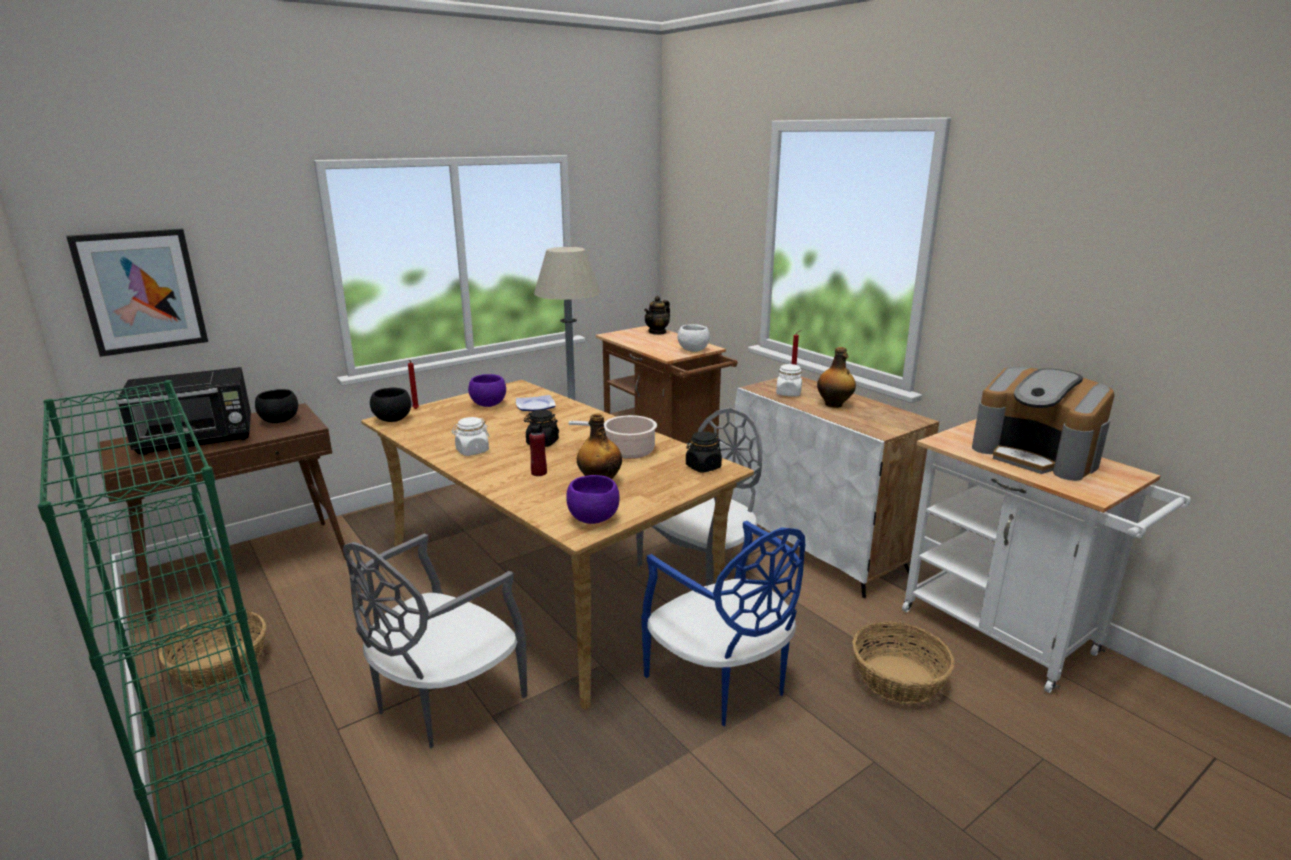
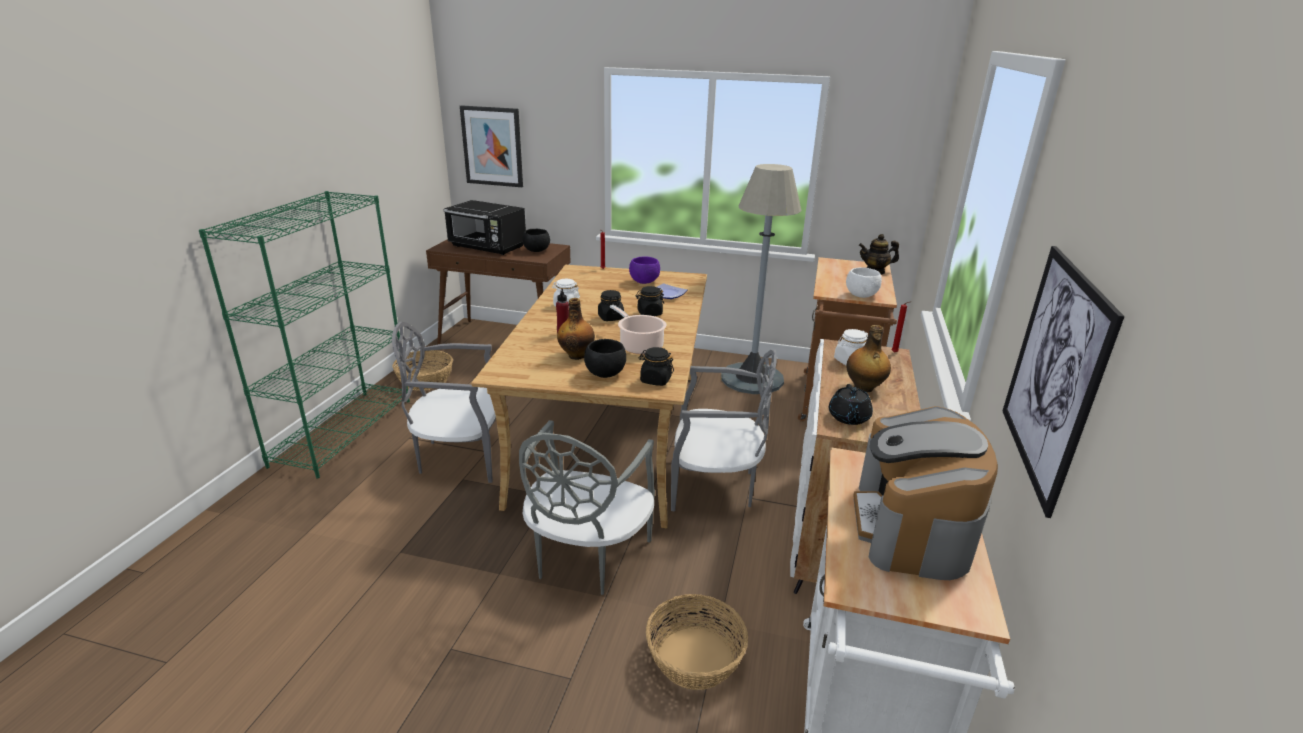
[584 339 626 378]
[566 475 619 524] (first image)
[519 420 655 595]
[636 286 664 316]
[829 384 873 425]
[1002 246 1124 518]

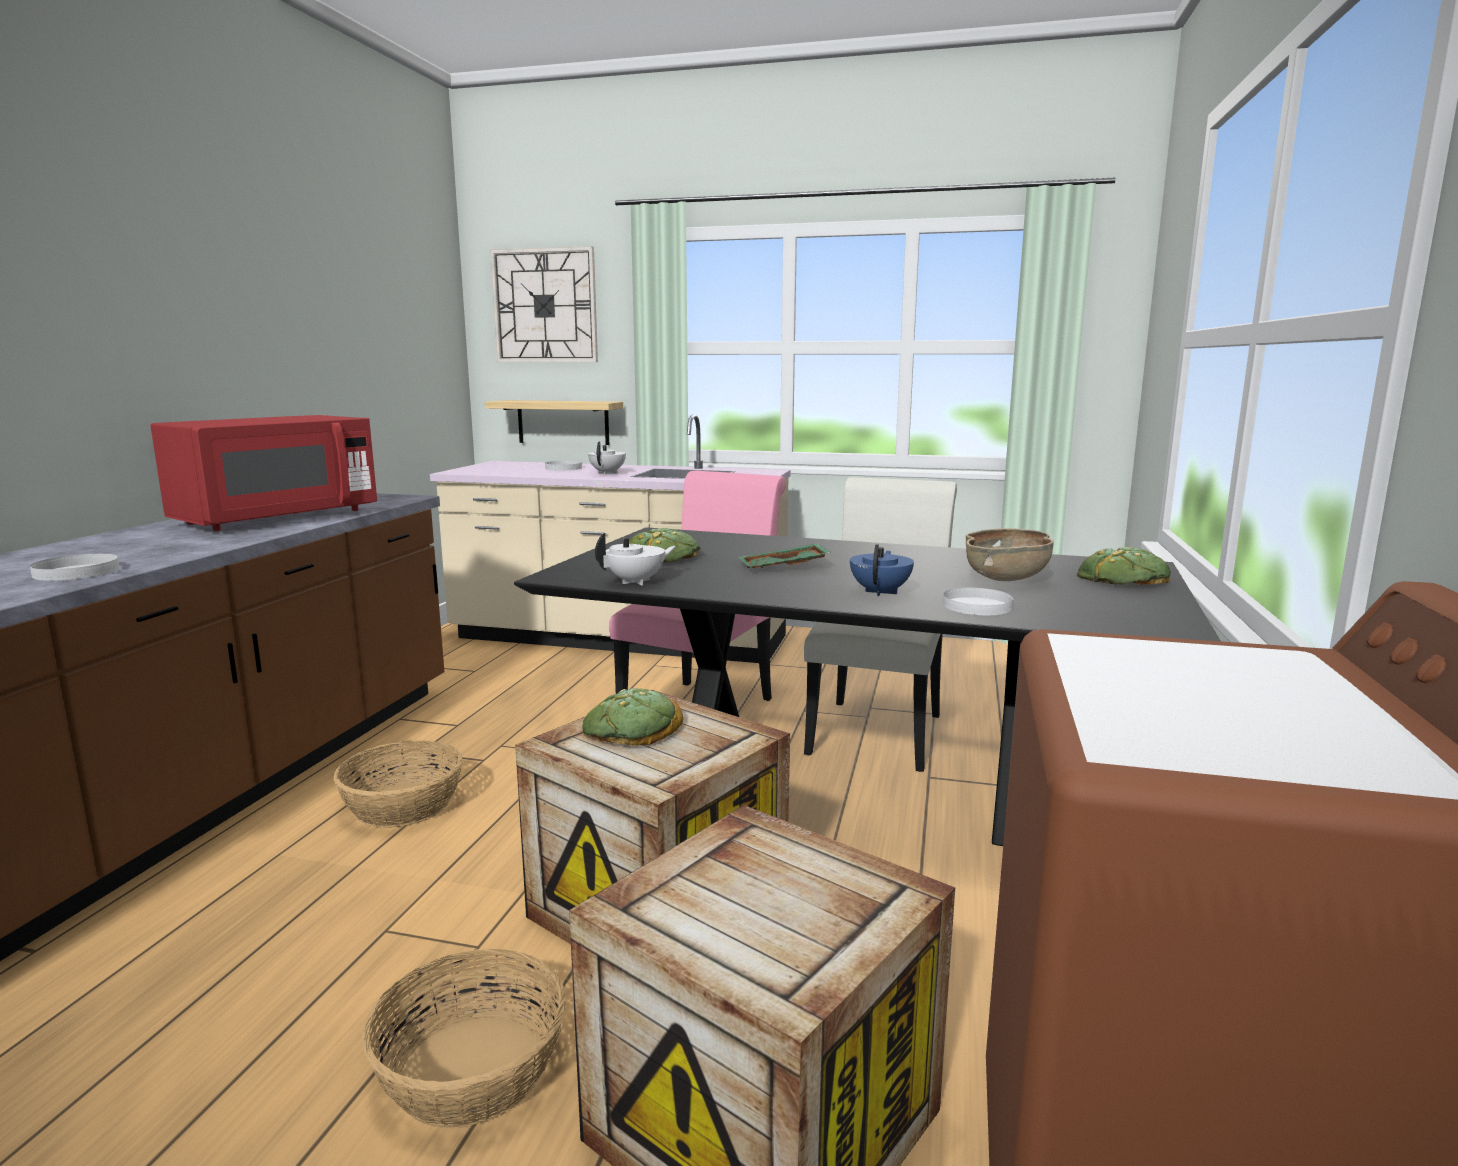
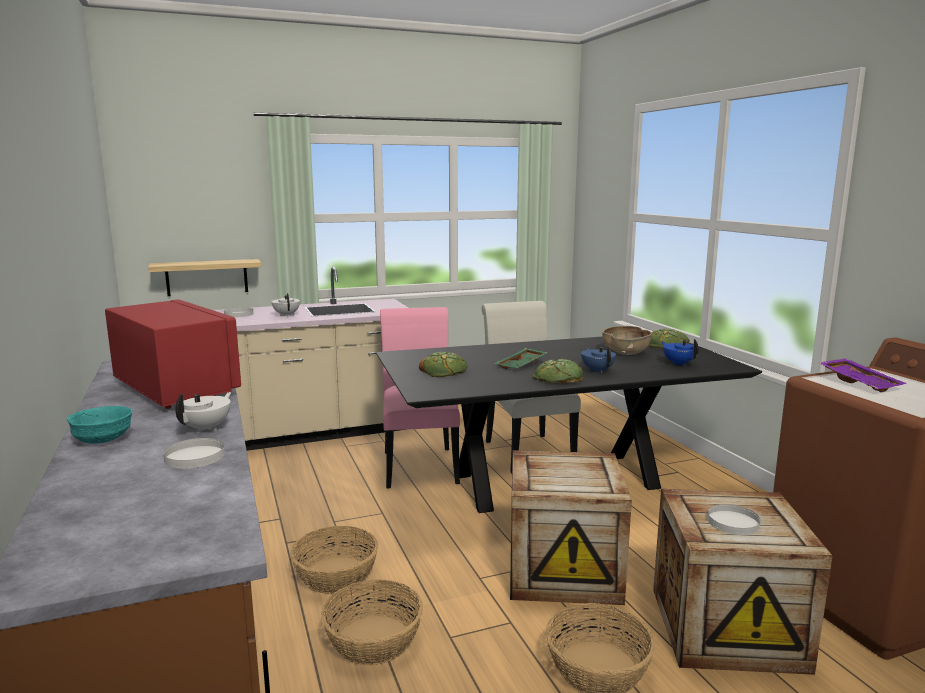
[105 299 241 409]
[490 246 598 362] (first image)
[532 359 583 383]
[175 392 232 433]
[707 504 760 535]
[67 406 133 444]
[321 579 423 665]
[661 339 699 366]
[820 358 906 392]

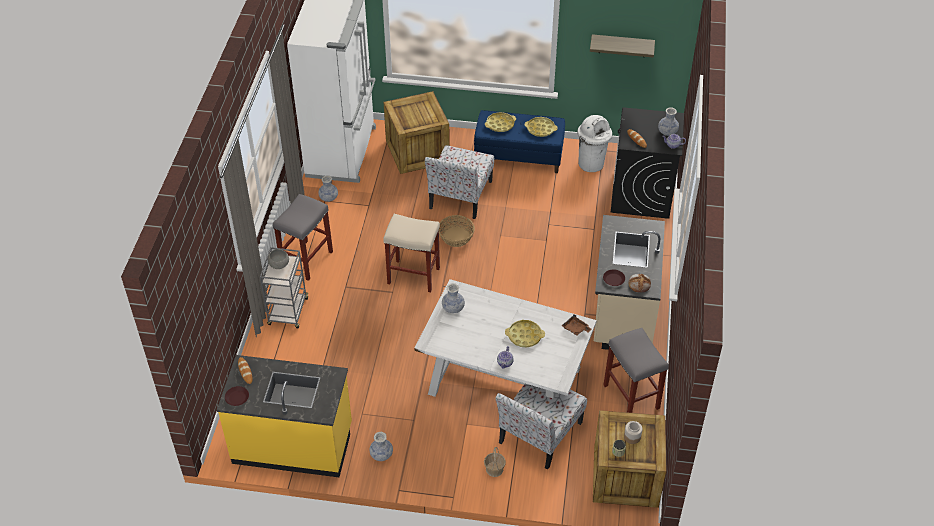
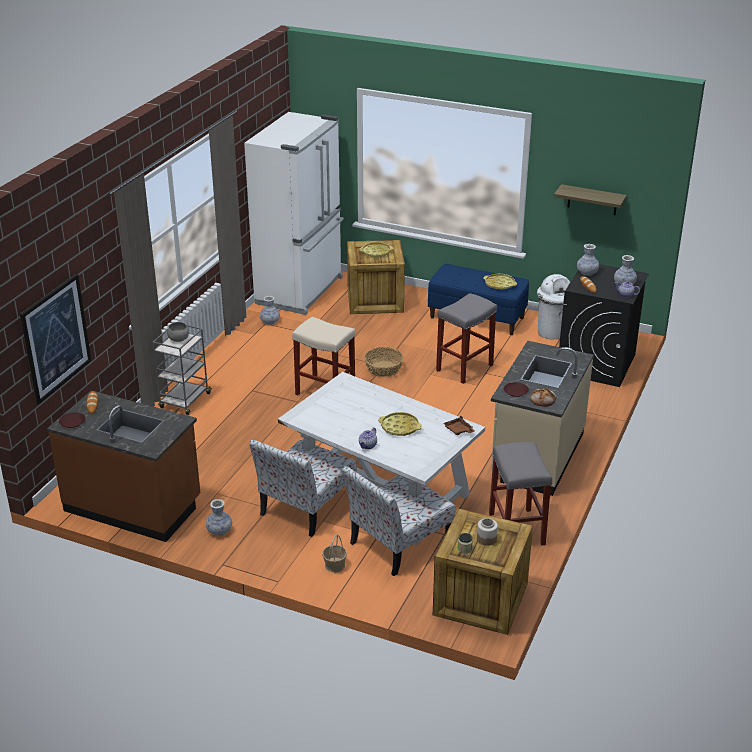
[47 390 200 542]
[436 293 497 384]
[249 439 357 537]
[577 244 599 276]
[359 242 393 257]
[20 274 91 404]

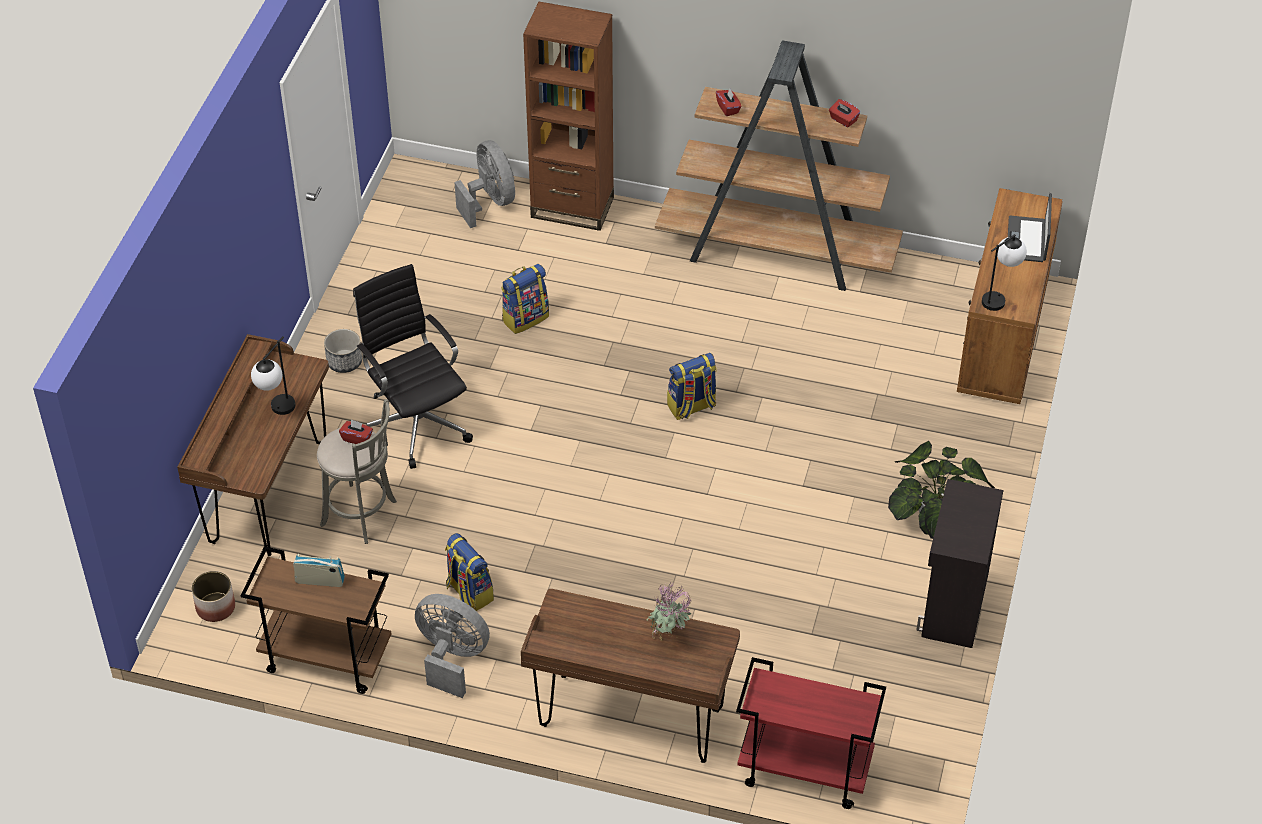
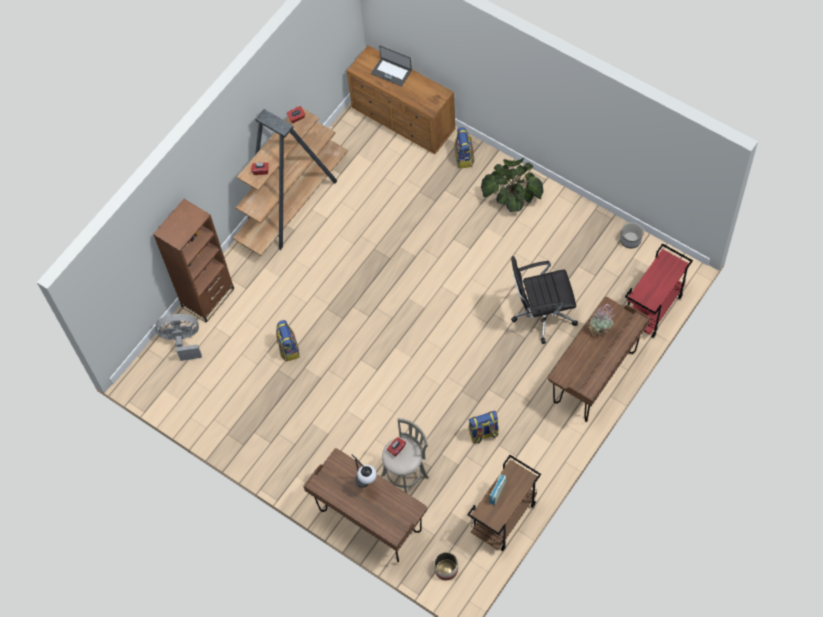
[620 222 643 249]
[511 256 578 344]
[415 594 490 698] (first image)
[454 127 475 168]
[916 479 1003 648] (first image)
[982 234 1027 311] (first image)

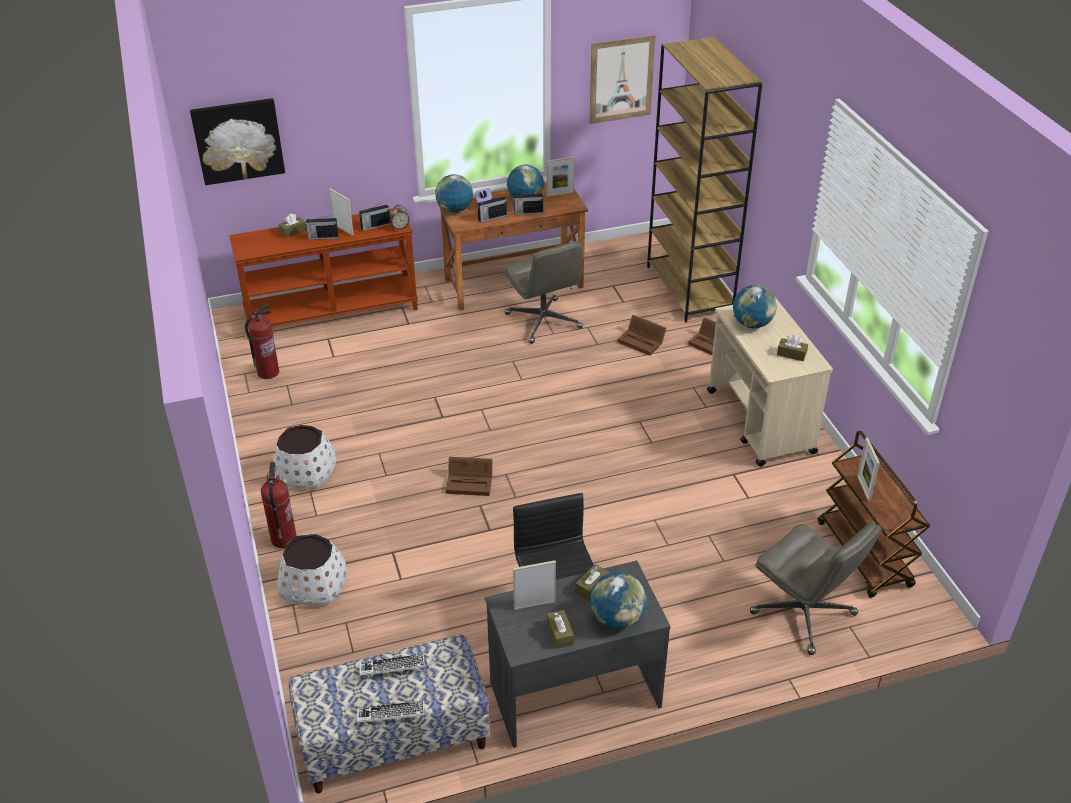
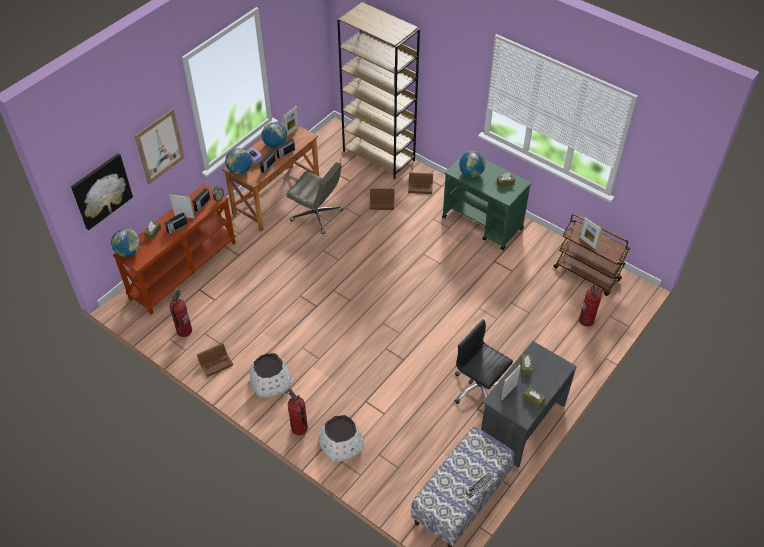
[359 654 425 678] (first image)
[197 343 233 377]
[135 109 185 184]
[111 229 141 257]
[442 151 531 250]
[579 283 602 327]

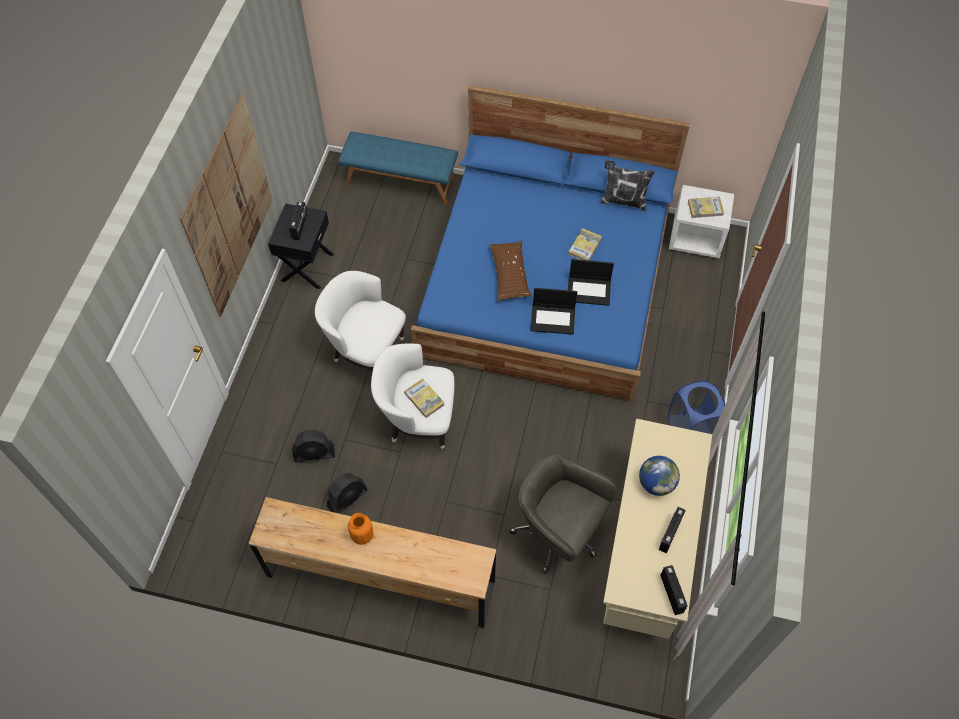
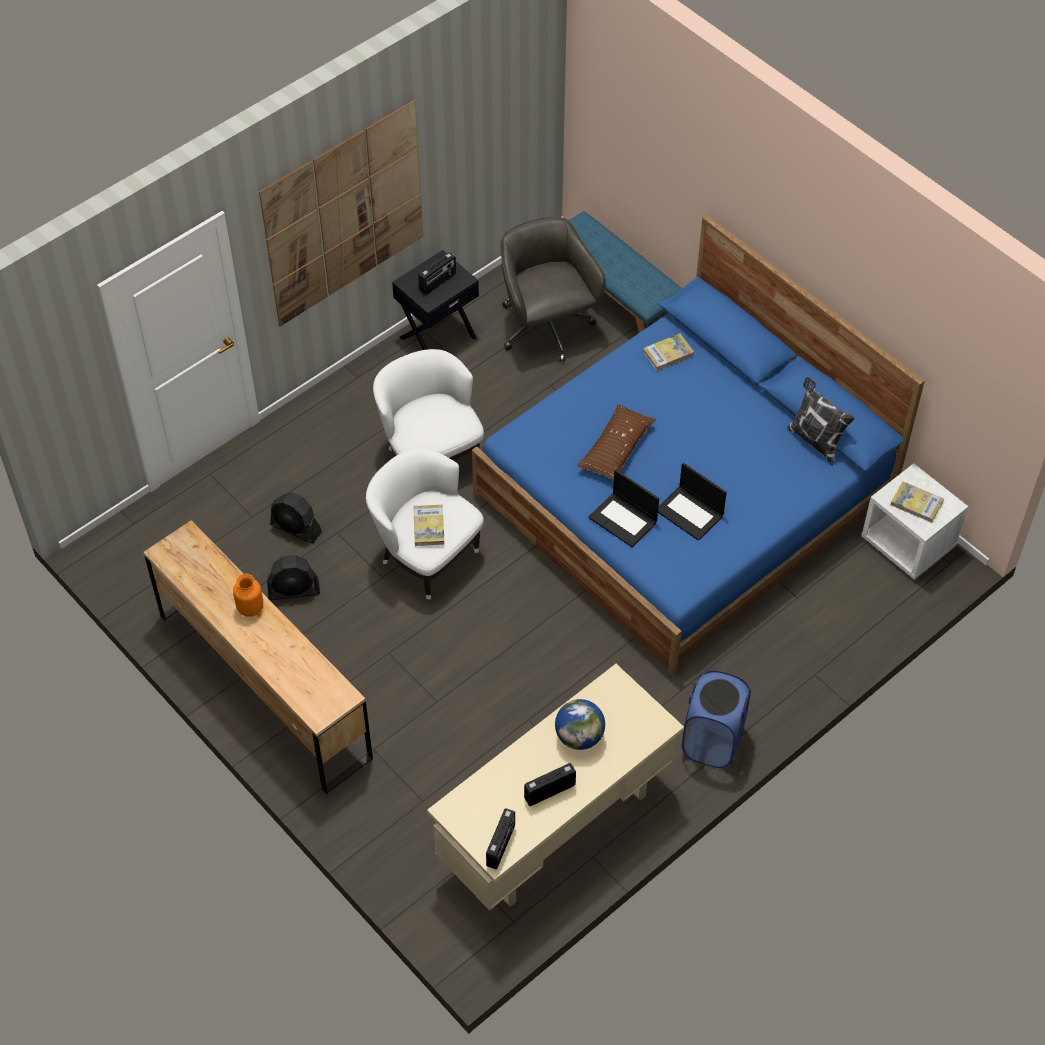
[500 216 606 362]
[643 333 694 371]

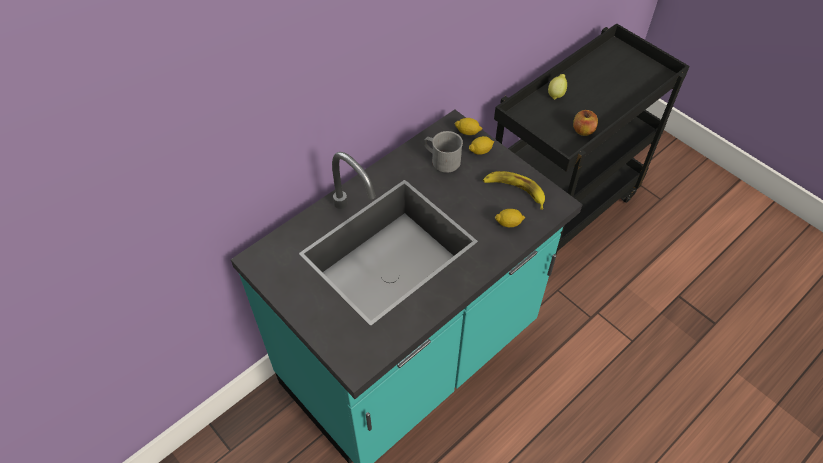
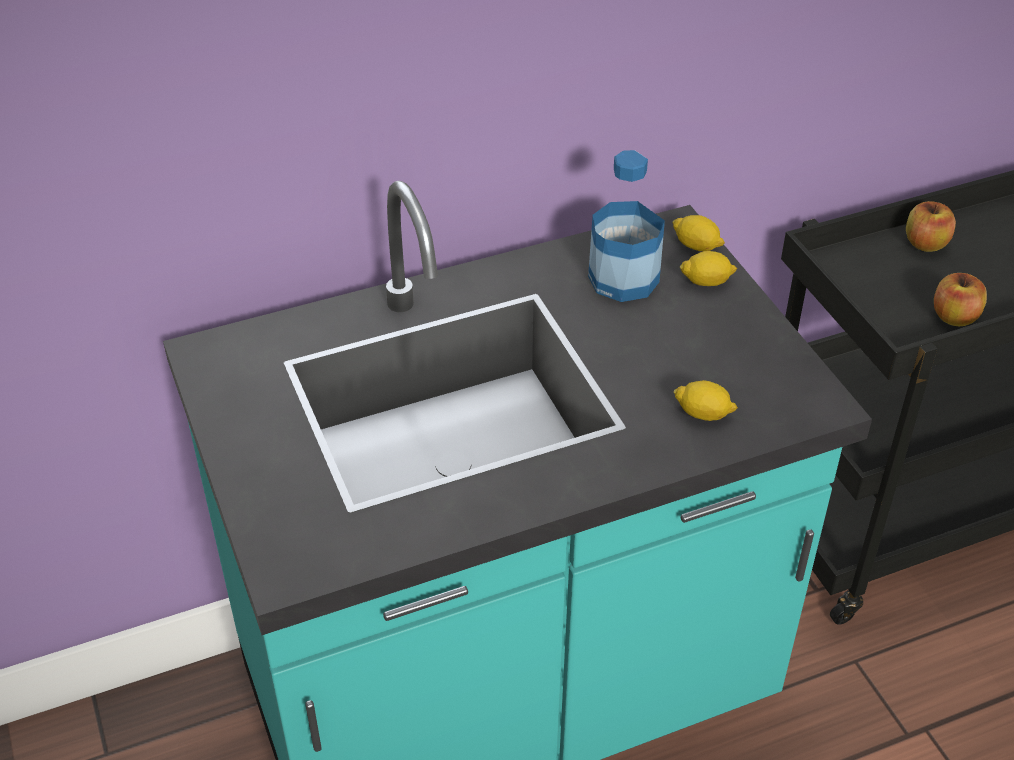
[588 150 665 302]
[483 171 545 210] (first image)
[906 201 956 252]

